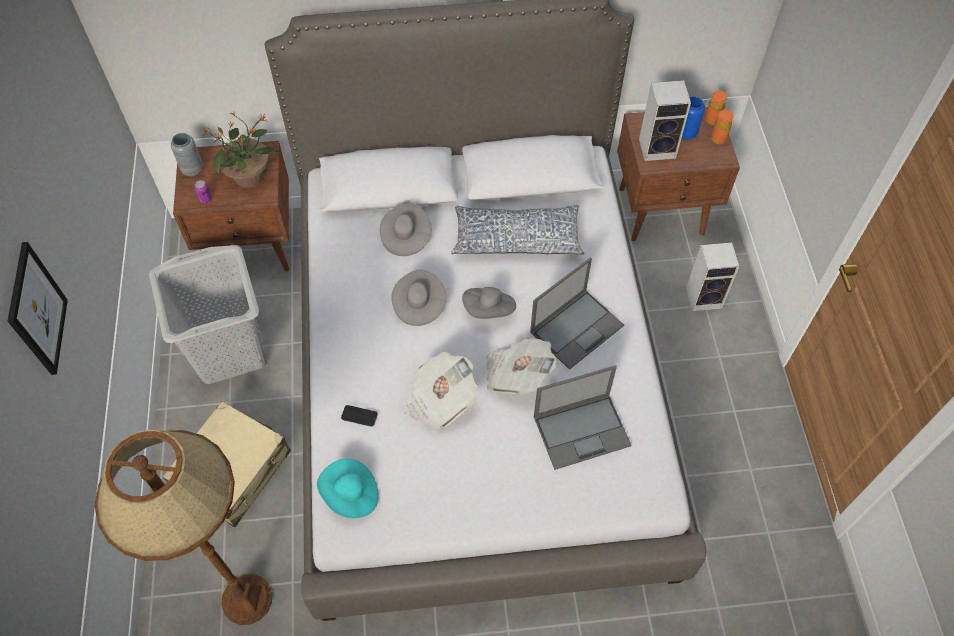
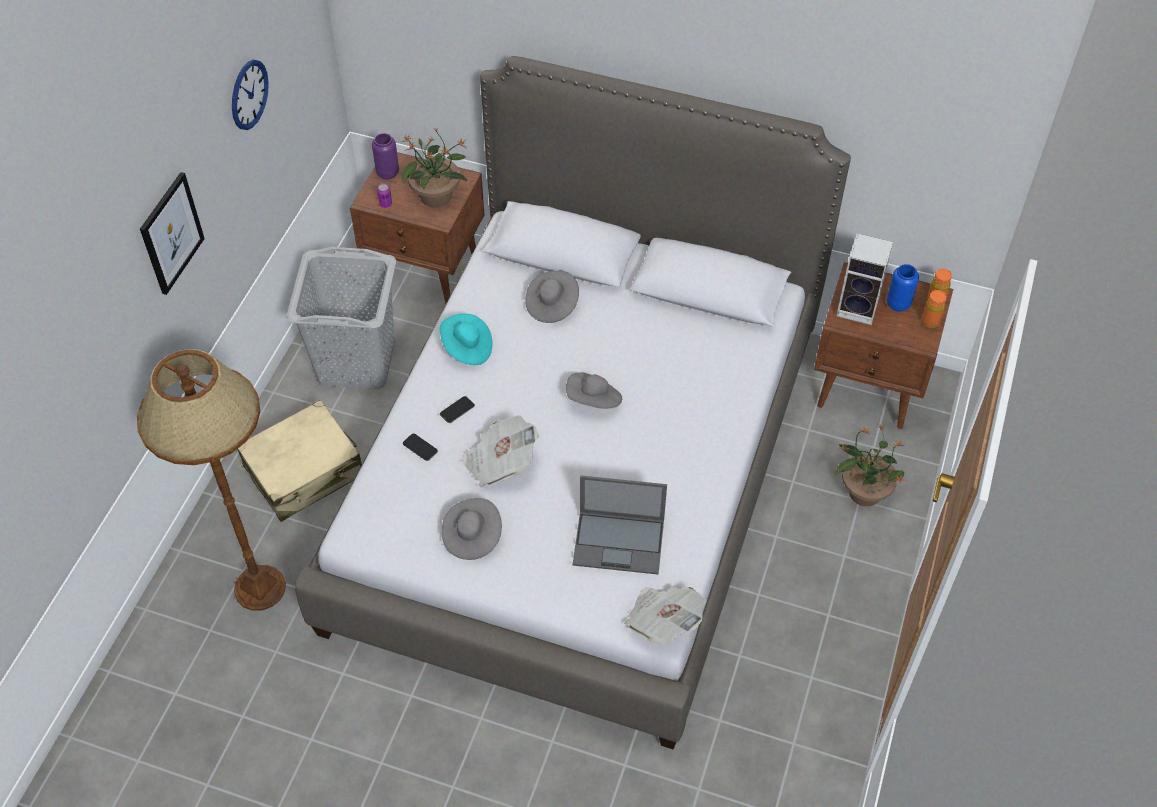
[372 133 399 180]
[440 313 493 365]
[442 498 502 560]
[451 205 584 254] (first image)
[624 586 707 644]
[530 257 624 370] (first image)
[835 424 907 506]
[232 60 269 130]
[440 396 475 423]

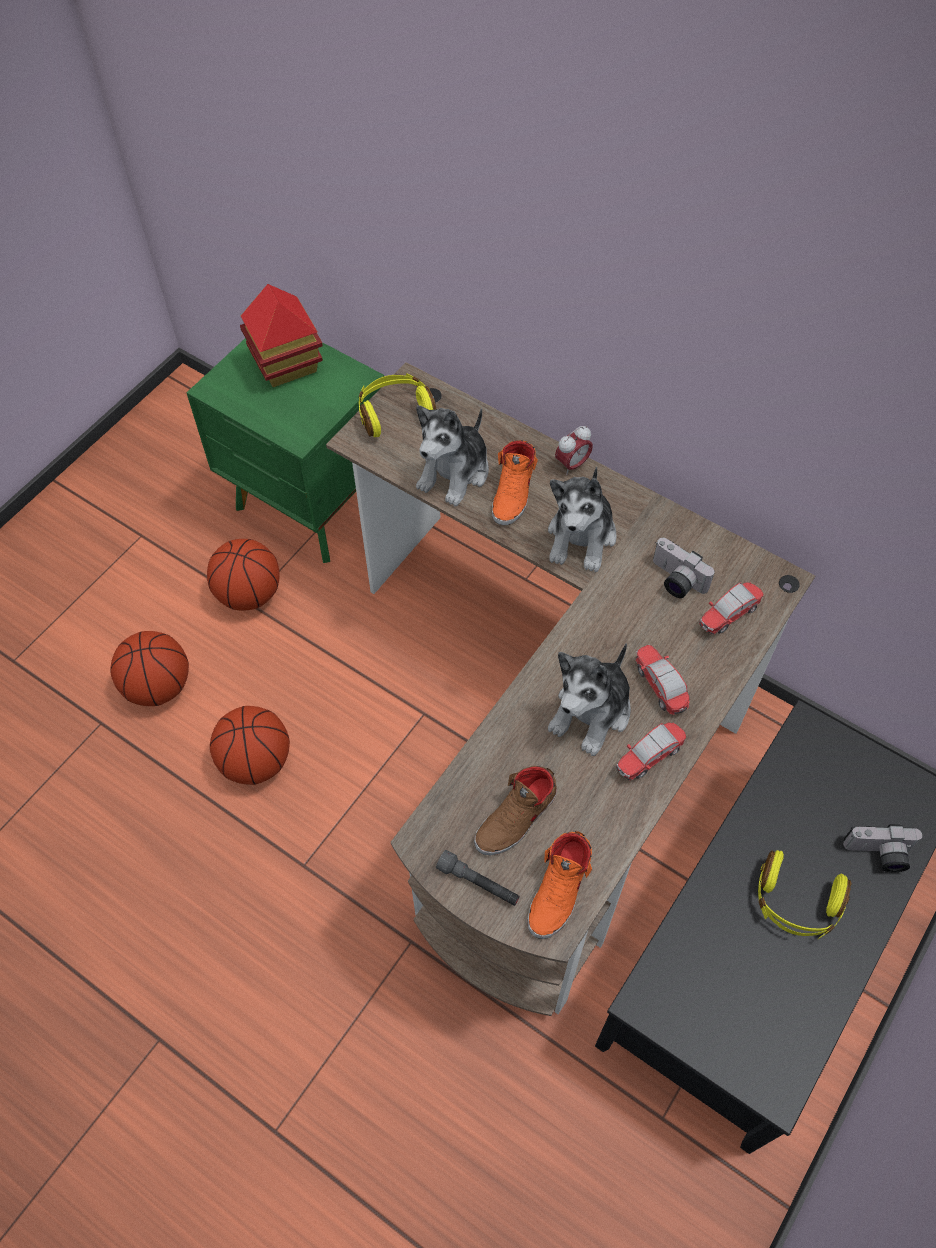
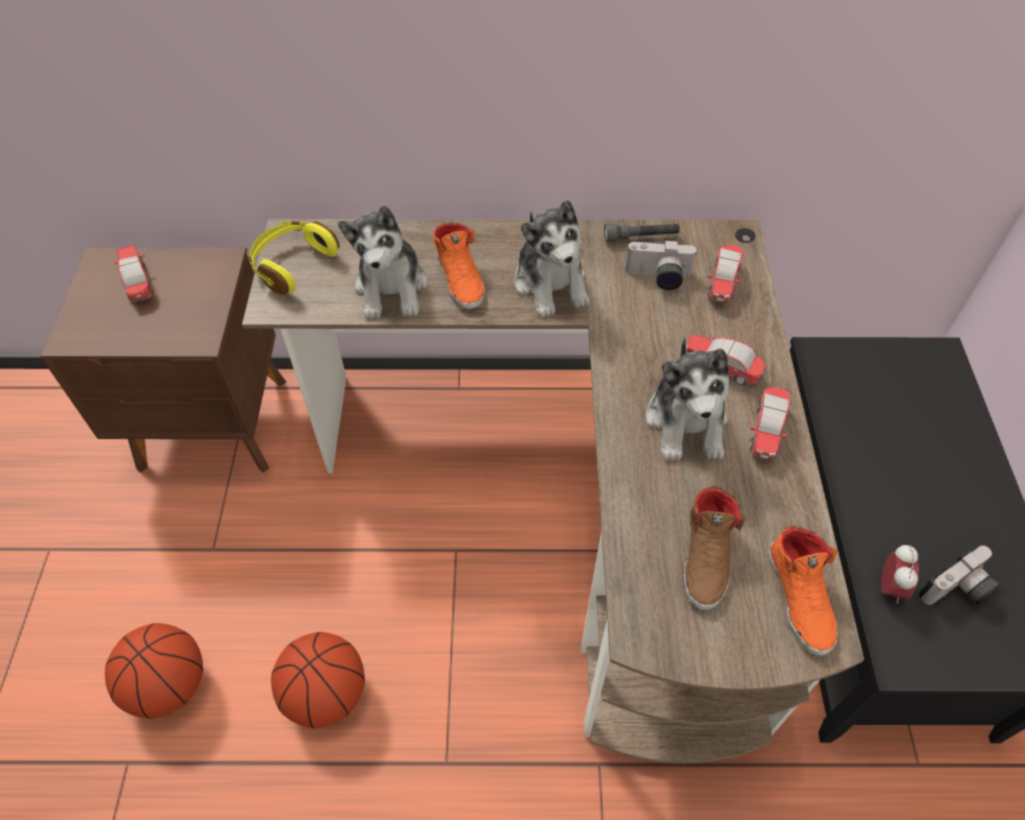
[41 247 286 473]
[207 539 280 611] (first image)
[114 246 154 302]
[604 223 680 242]
[881 545 919 603]
[758 850 851 940] (first image)
[919 546 1000 605]

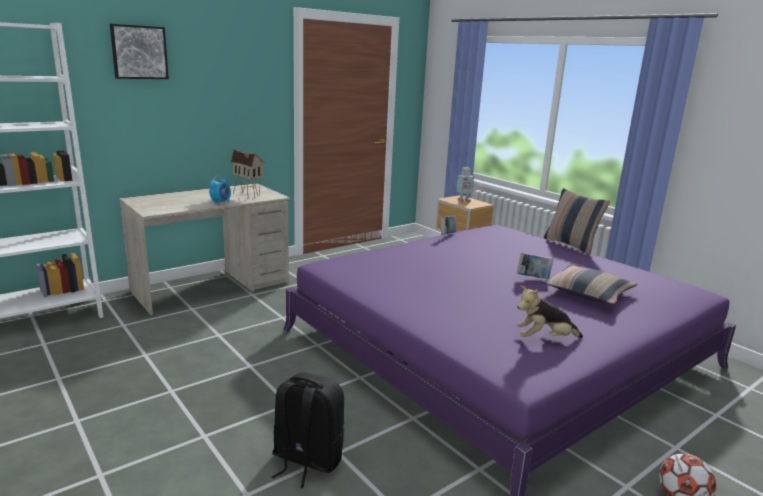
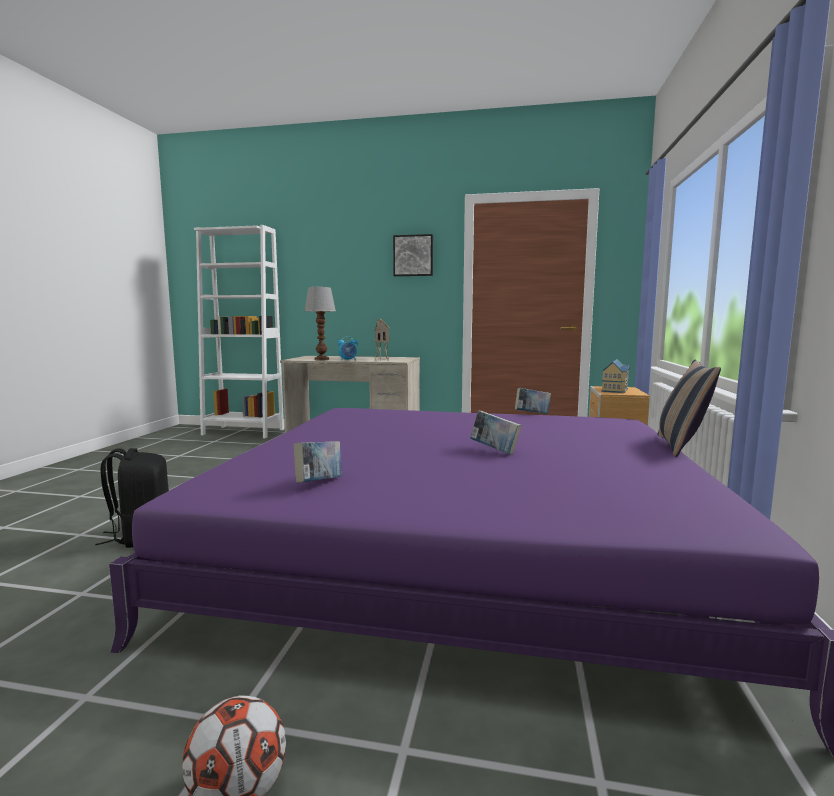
[393 234 433 276]
[601 359 629 393]
[294 441 341 483]
[541 265 637 305] (first image)
[305 287 336 361]

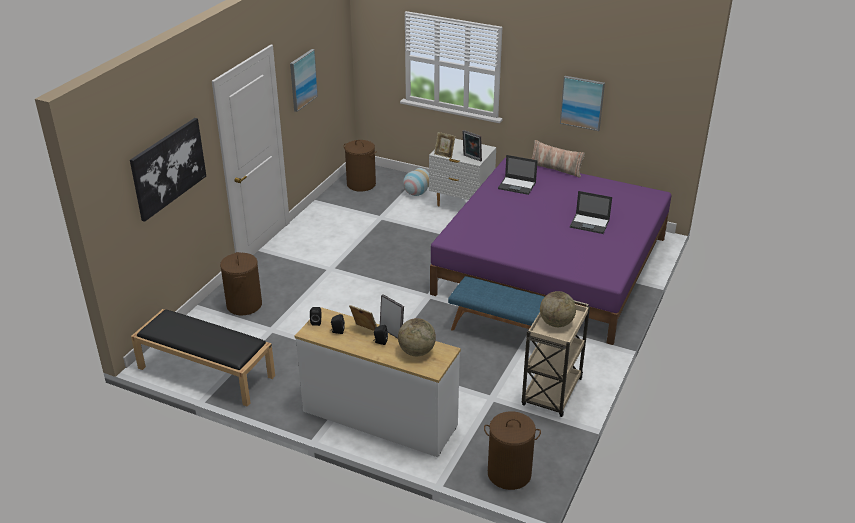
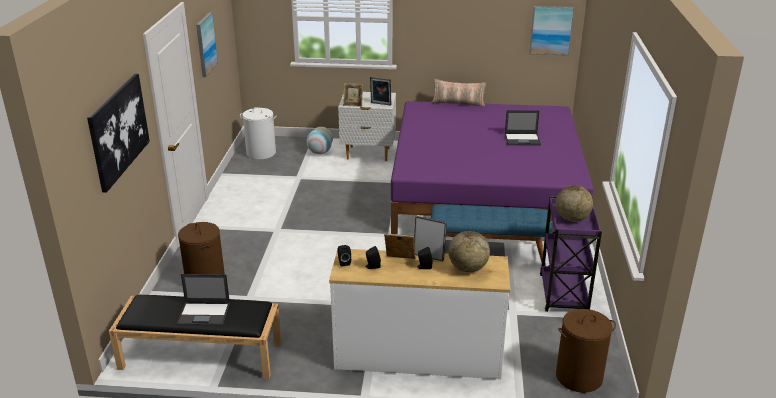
[240 107 277 160]
[177 274 230 326]
[540 196 602 312]
[530 6 574 56]

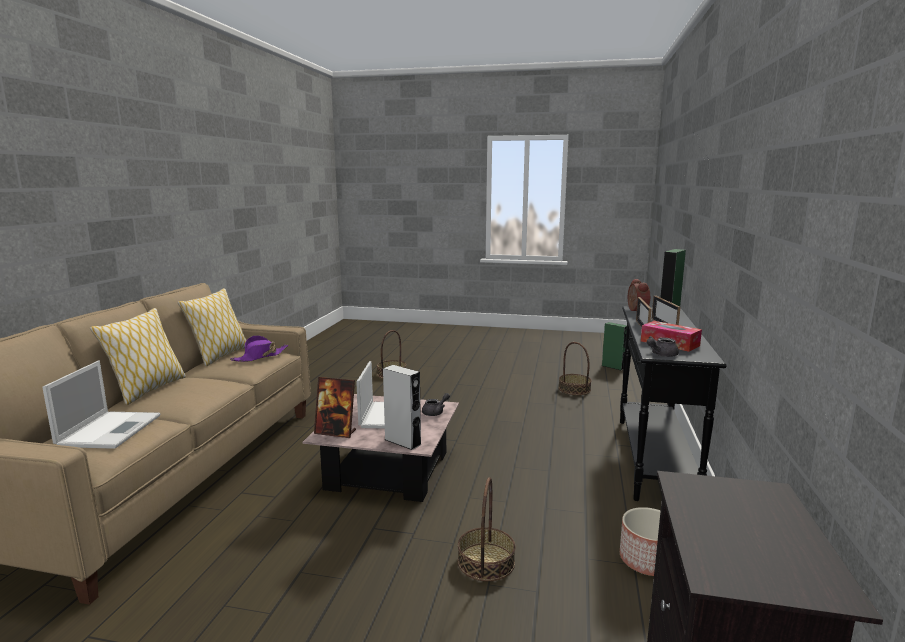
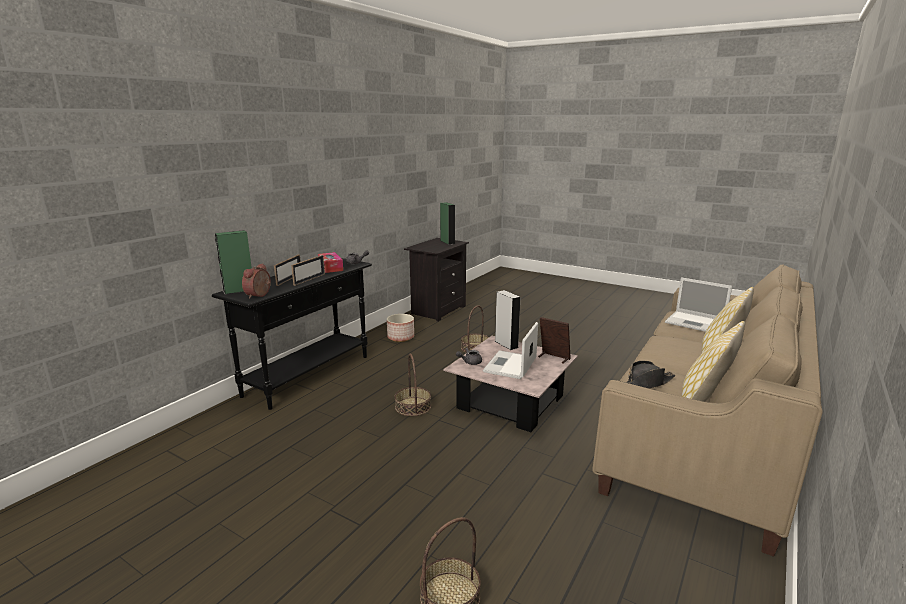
[665 277 732 332]
[618 361 675 389]
[395 354 431 416]
[440 202 455 245]

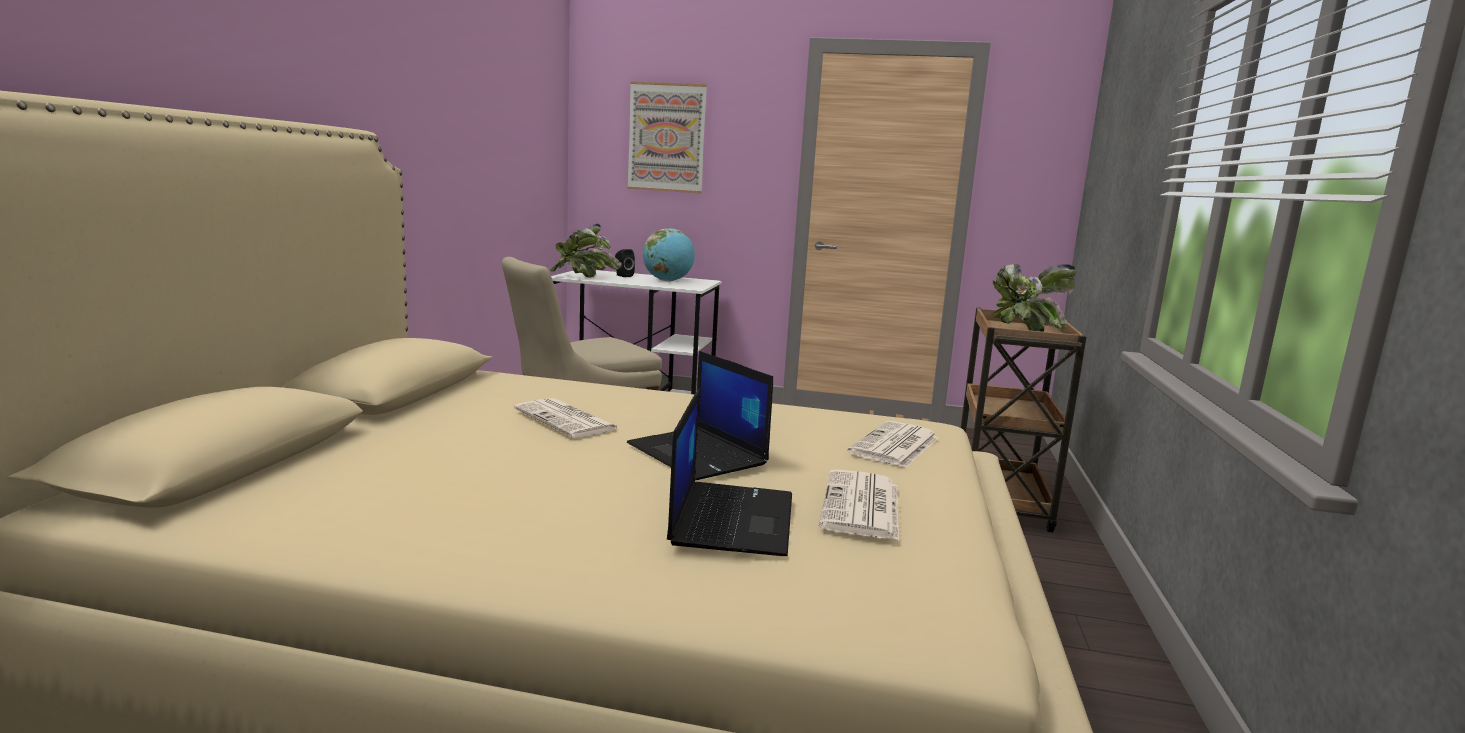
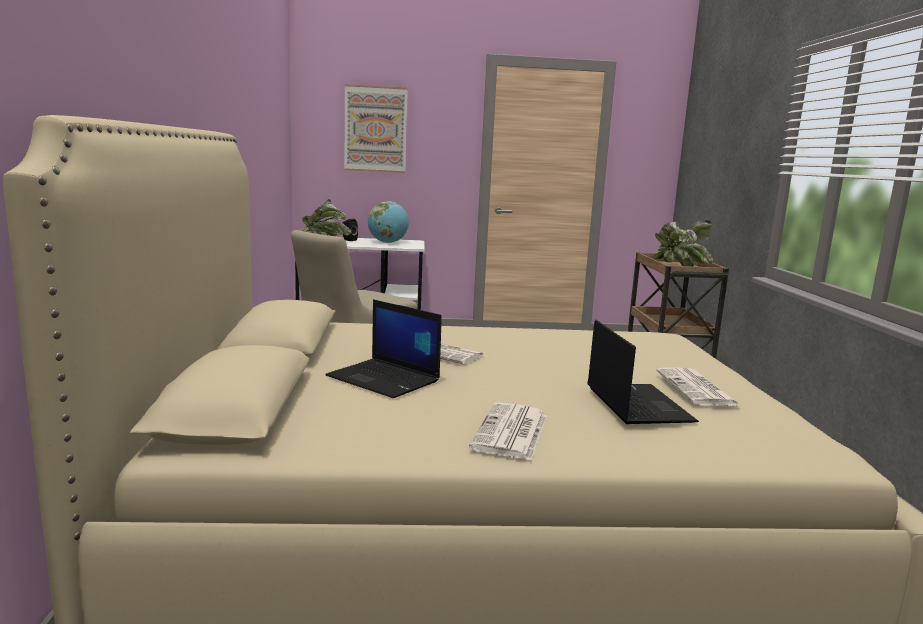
[326 299 442 398]
[469 402 547 460]

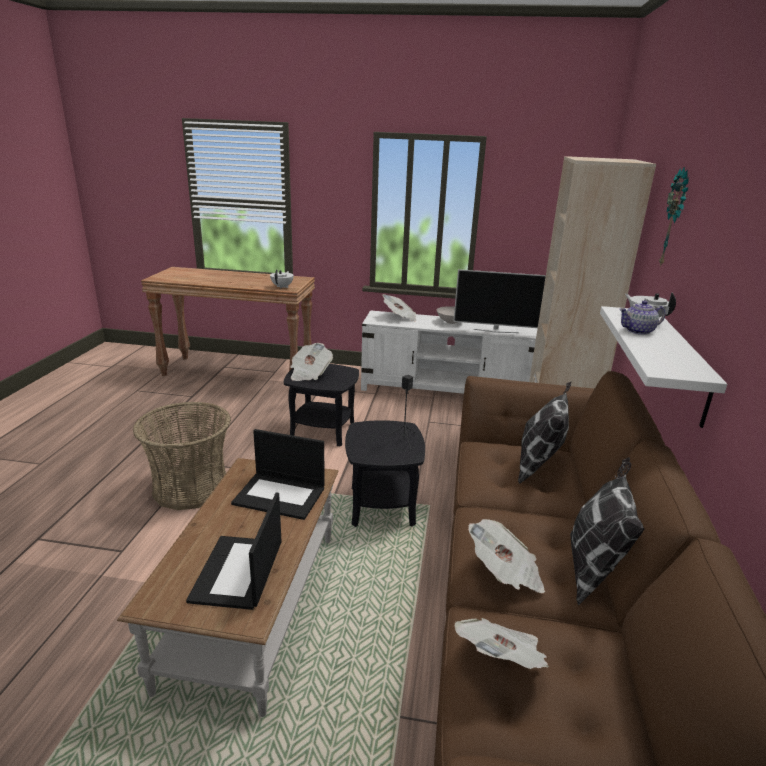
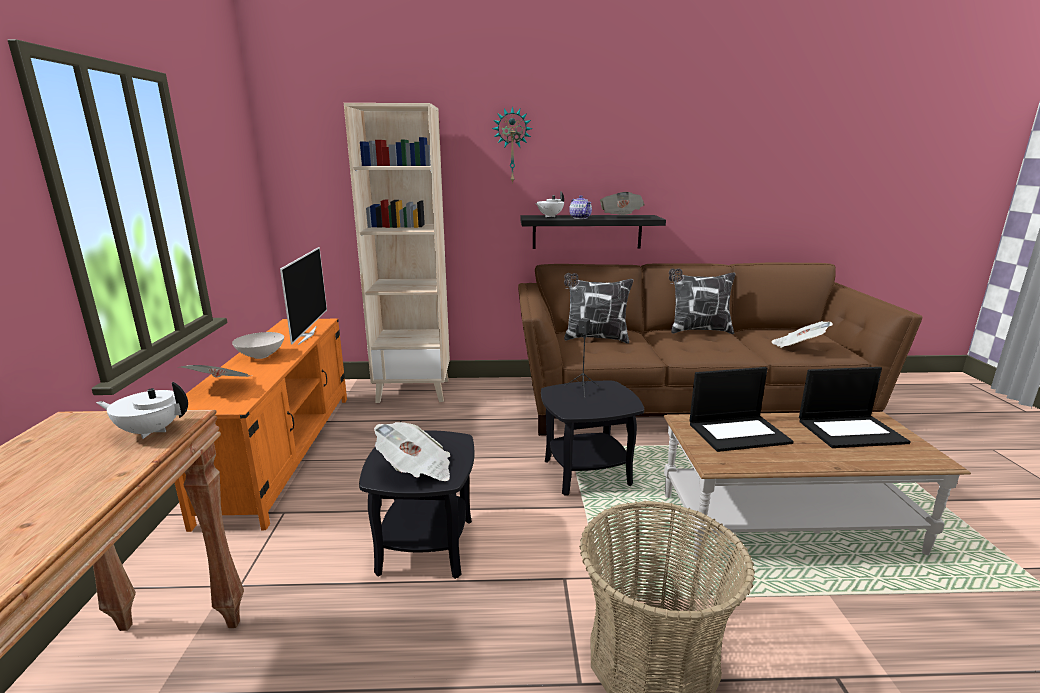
[689 367 794 452]
[174 319 347 532]
[600 192 645 215]
[520 215 666 249]

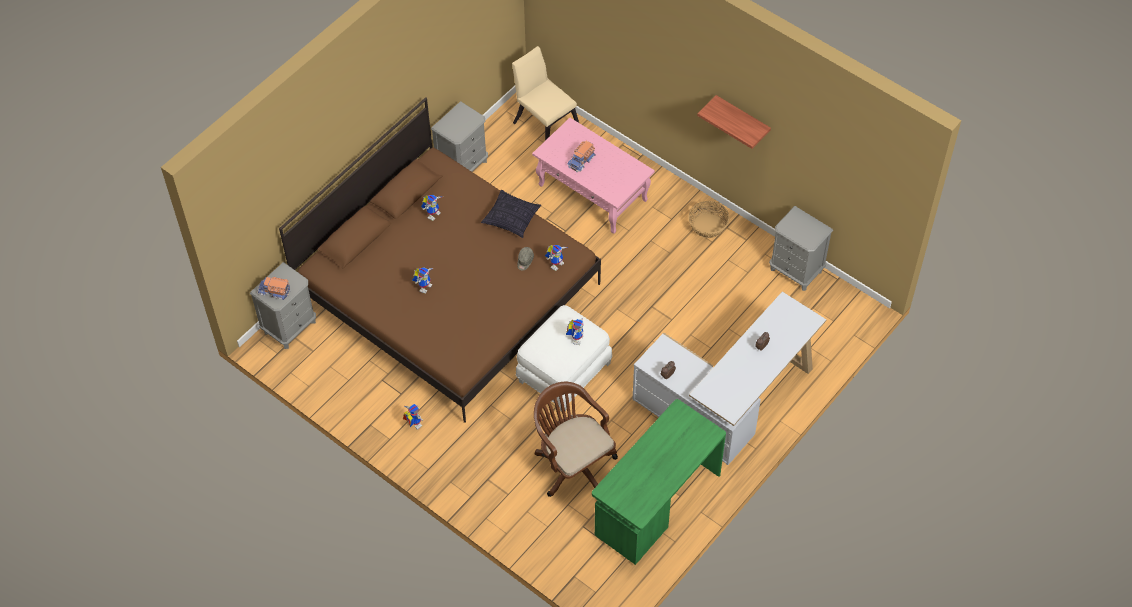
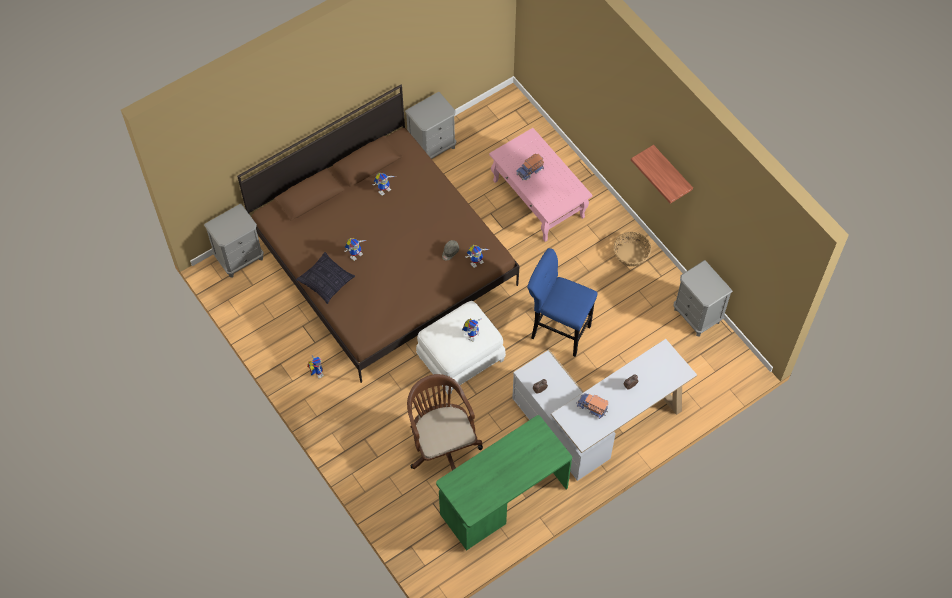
[577 393 608 419]
[296 252 355 304]
[512 46 579 141] (first image)
[527 248 597 357]

